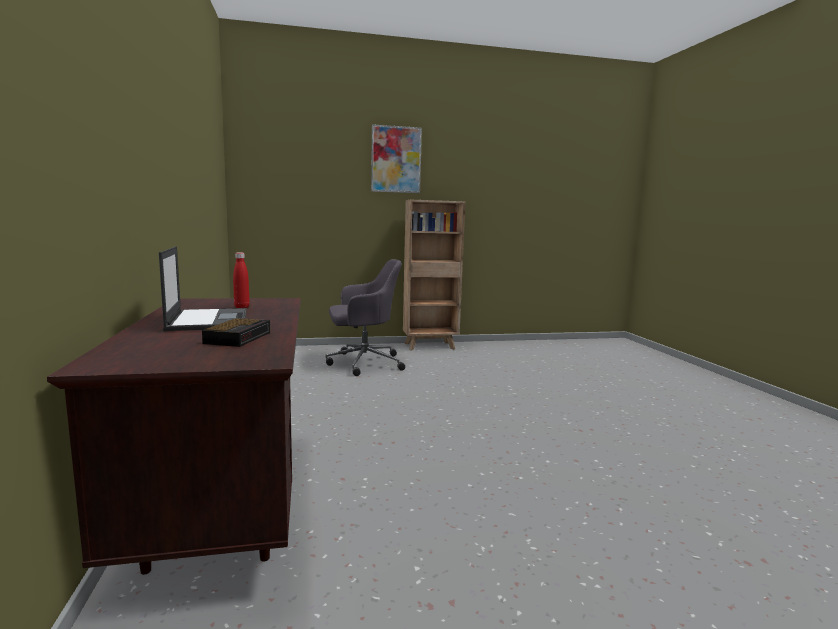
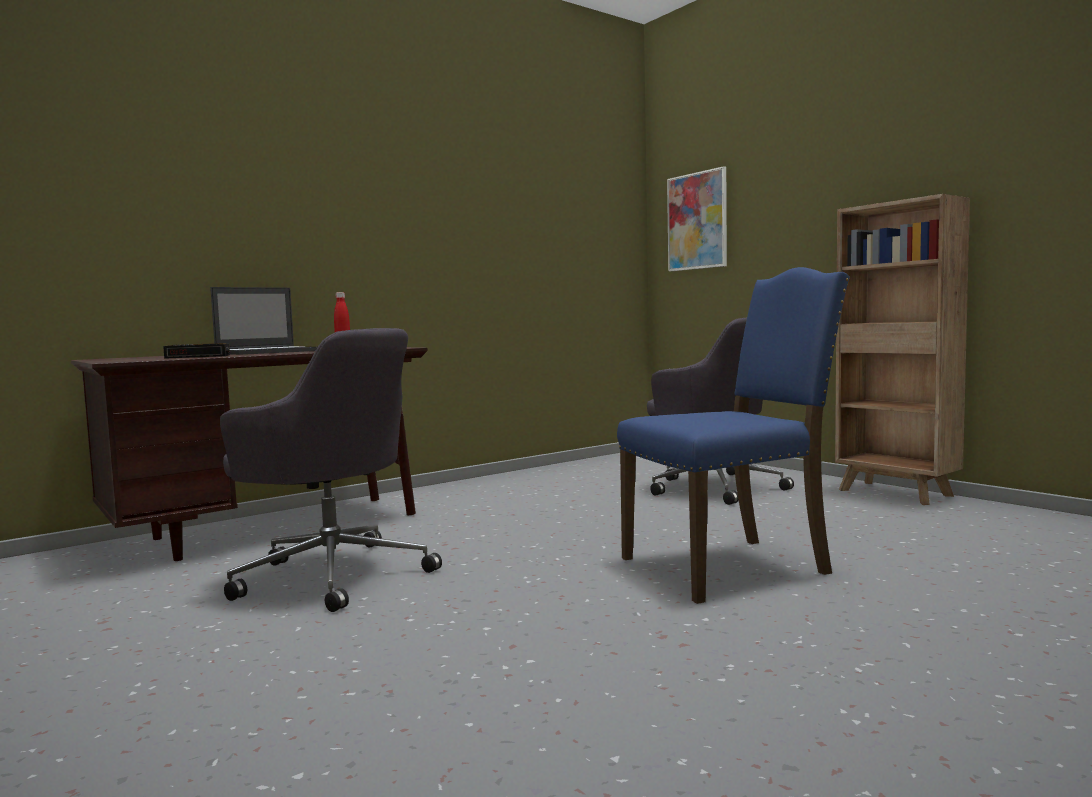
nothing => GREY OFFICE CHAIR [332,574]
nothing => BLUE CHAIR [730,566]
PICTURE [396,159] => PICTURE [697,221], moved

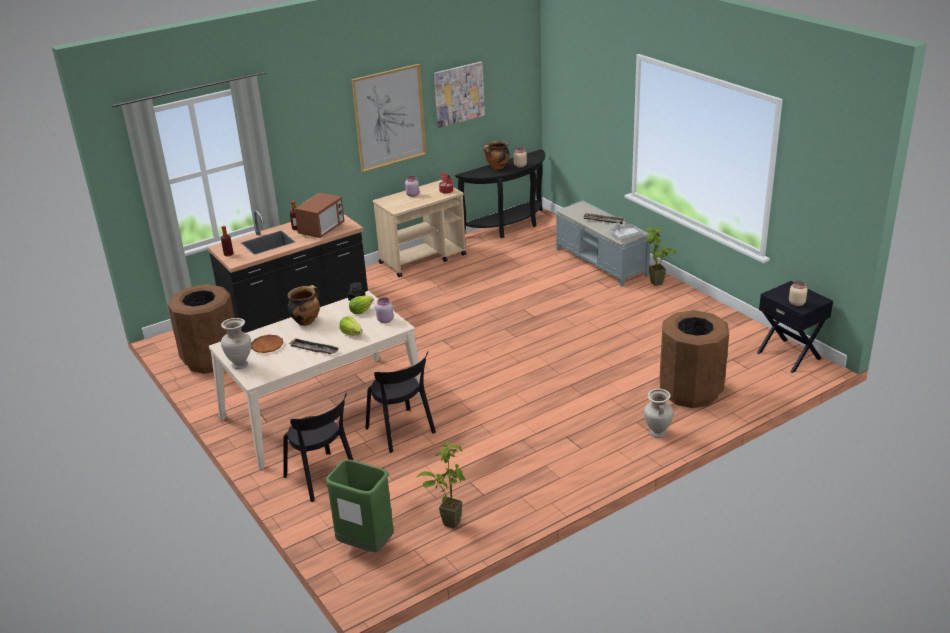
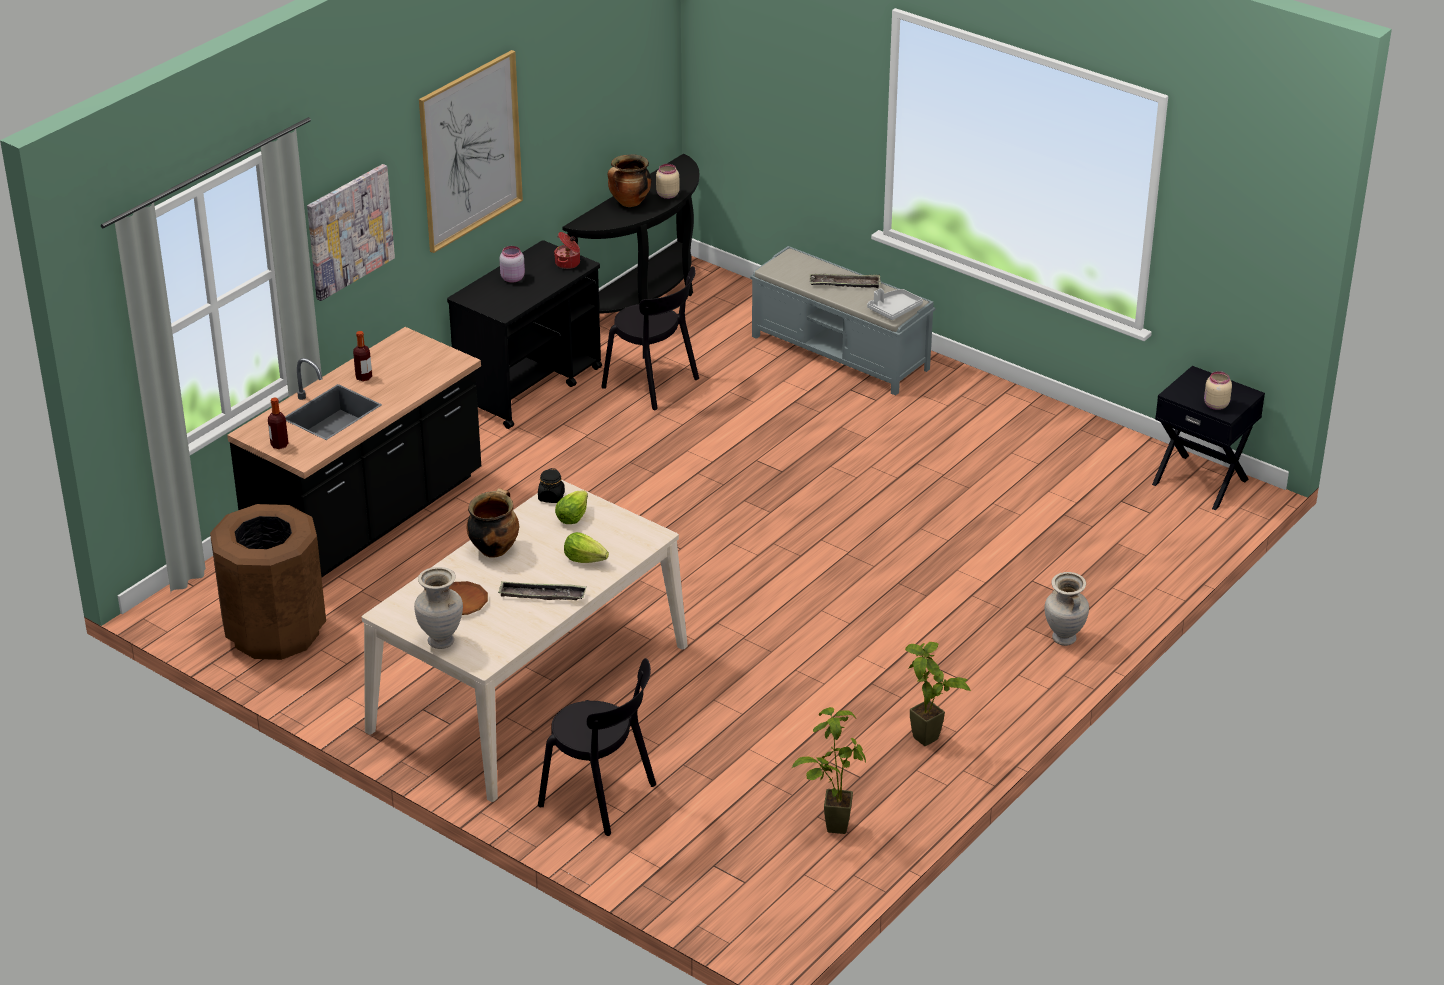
PICTURE [459,94] => PICTURE [349,231], moved
BEIGE CART [423,259] => BLACK CART [529,386]
BLACK CHAIR [402,432] => BLACK CHAIR [654,385], moved
POTTED PLANT [657,285] => POTTED PLANT [929,745], moved
MICROWAVE [322,230] => nothing
GREEN TRASH CAN [365,545] => nothing
PINK JAR [385,320] => nothing
BROWN TRASH CAN [690,392] => nothing

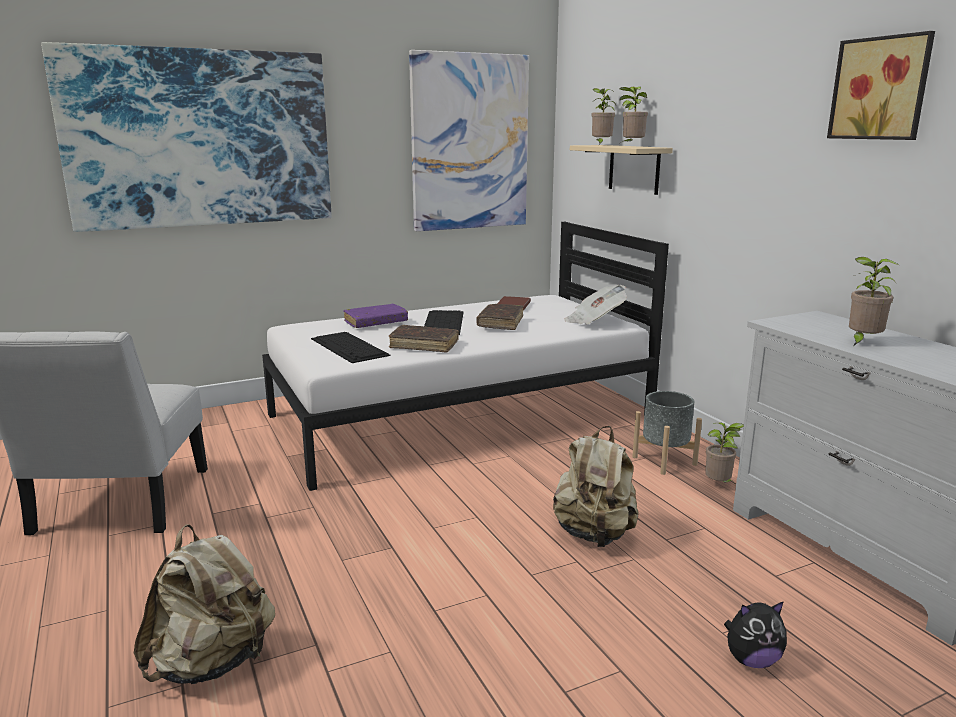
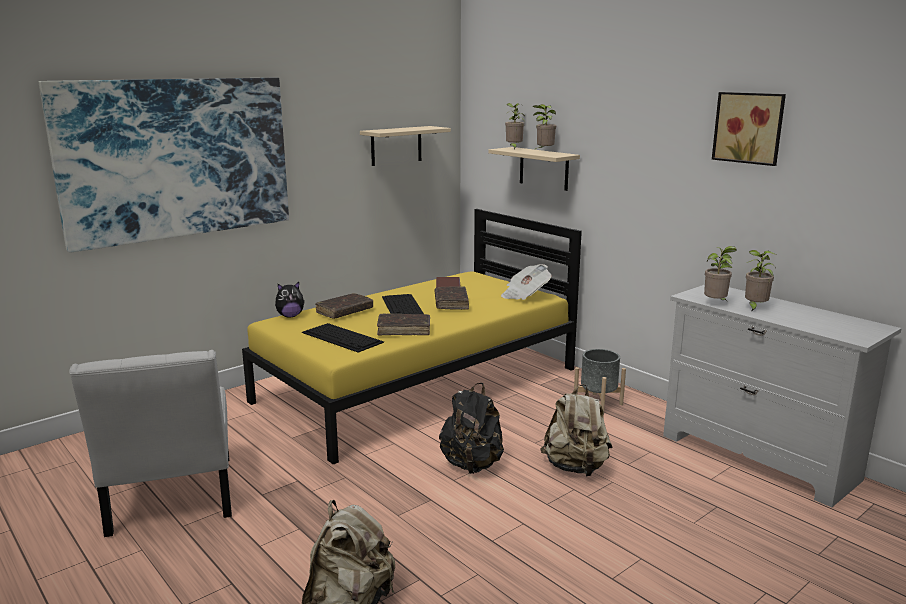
WHITE BED [460,416] => YELLOW BED [419,385]
PLUSH TOY [751,660] => PLUSH TOY [290,316], moved
PURPLE BOOK [376,322] => BROWN BOOK [344,311]
PICTURE [470,143] => BEIGE SHELF [396,145]
nothing => BLACK BACKPACK [472,465]
POTTED PLANT [719,485] => POTTED PLANT [716,304], moved

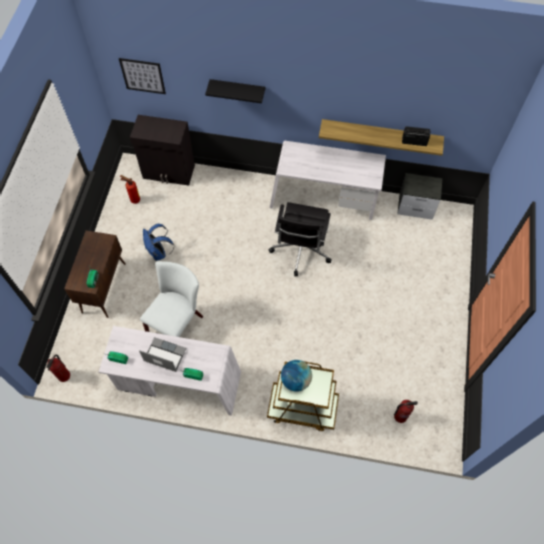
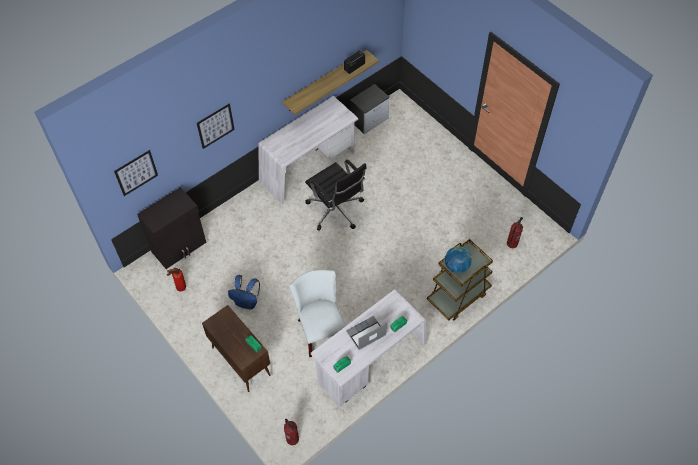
BLACK SHELF [237,90] => PICTURE [215,126]

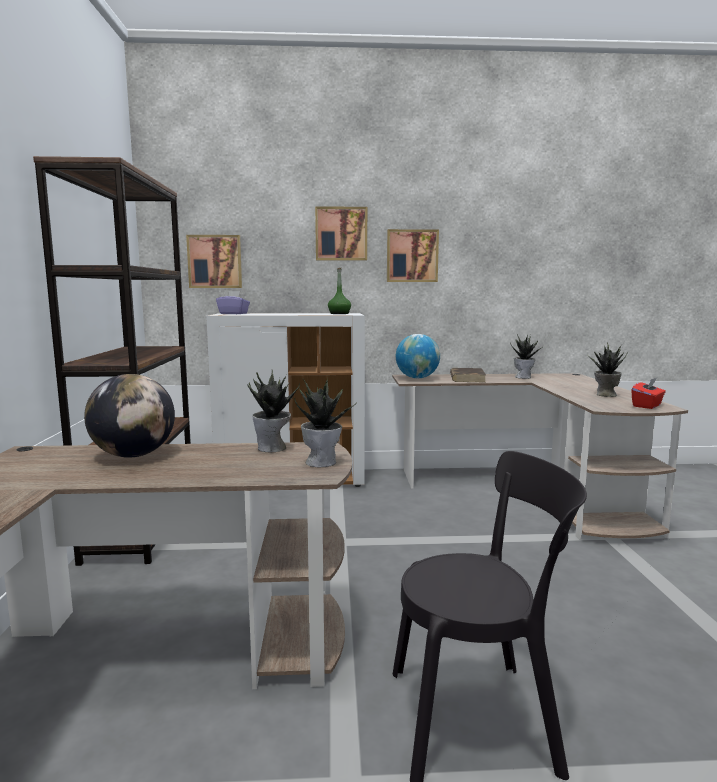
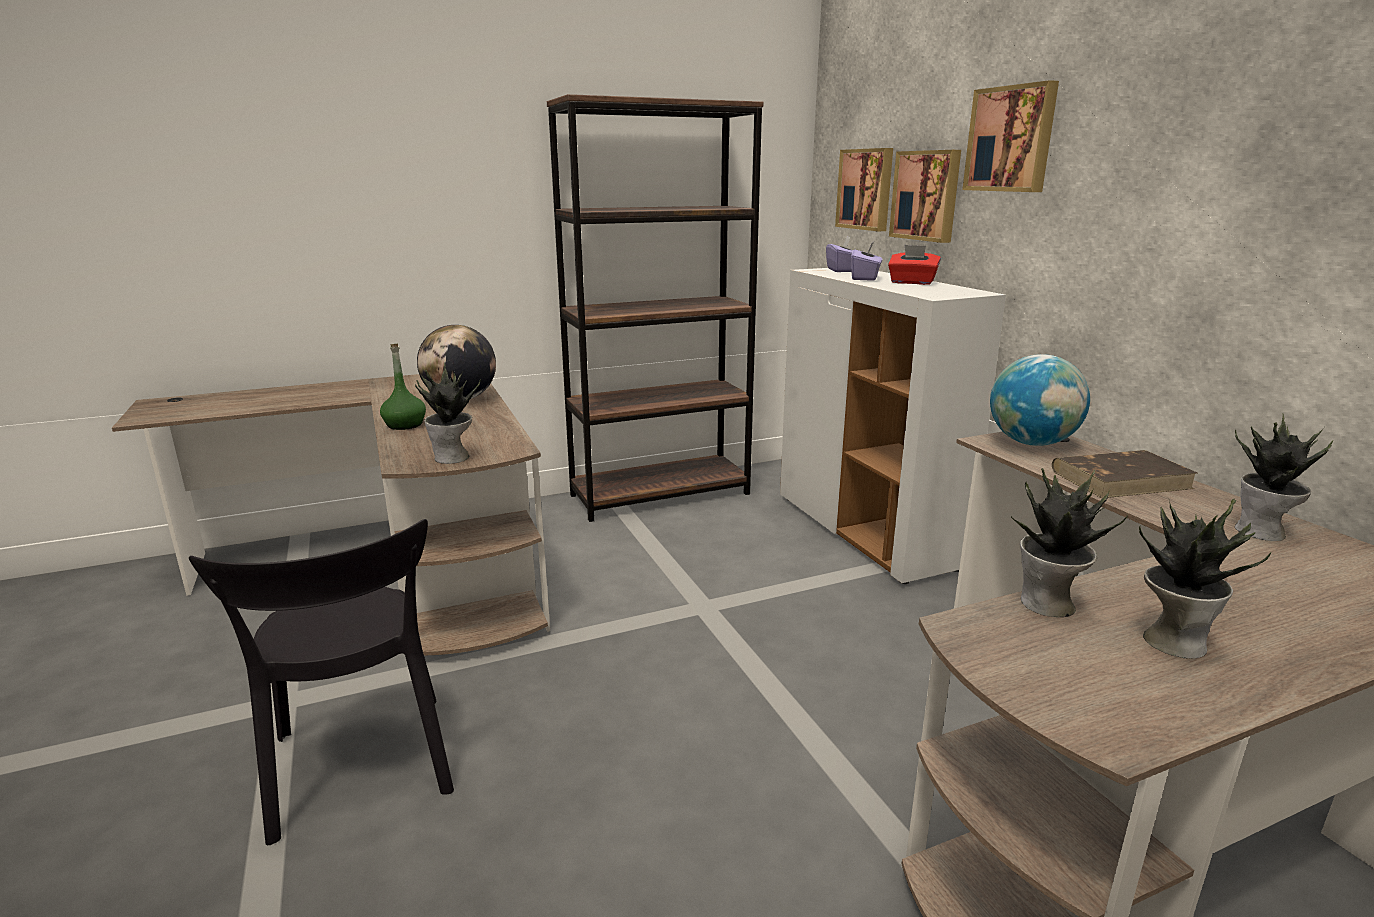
GREEN BOTTLE [339,313] => GREEN BOTTLE [404,425], moved
nothing => PURPLE TISSUE BOX [865,278]
RED TISSUE BOX [647,406] => RED TISSUE BOX [912,282], moved
PICTURE [412,256] => PICTURE [927,195], moved
POTTED PLANT [272,448] => POTTED PLANT [1047,605], moved

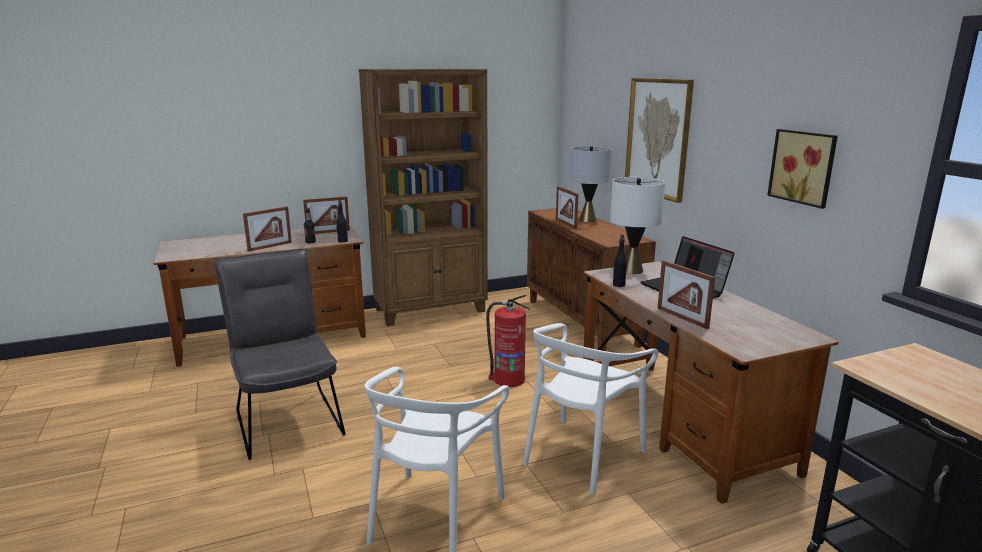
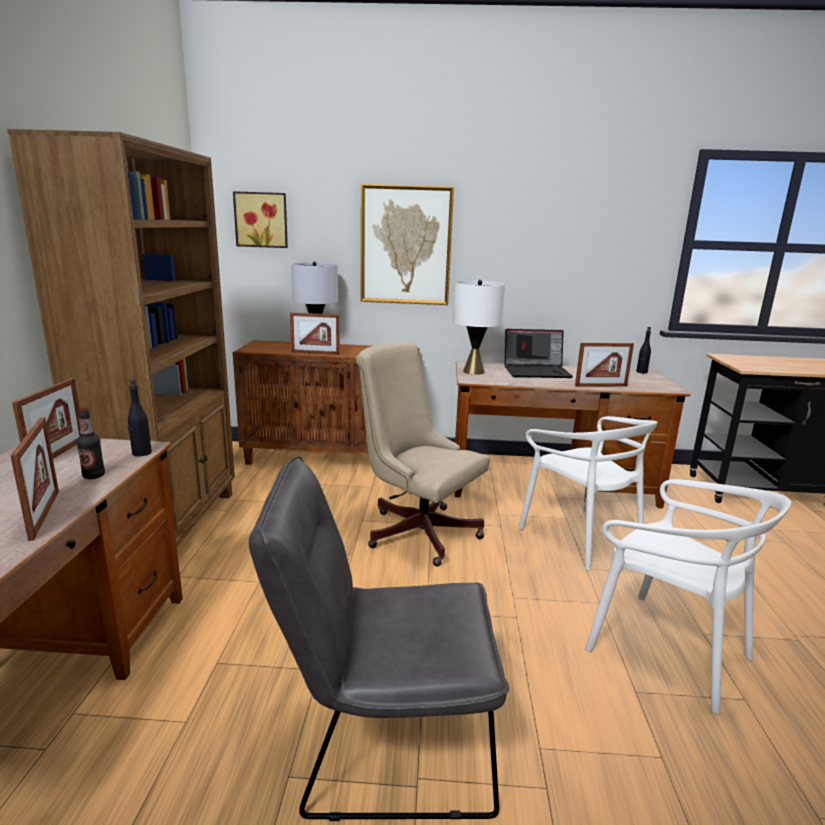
PICTURE [804,167] => PICTURE [261,220], moved
FIRE EXTINGUISHER [508,379] => BEIGE OFFICE CHAIR [417,530]
BLACK BOTTLE [618,285] => BLACK BOTTLE [641,372], moved

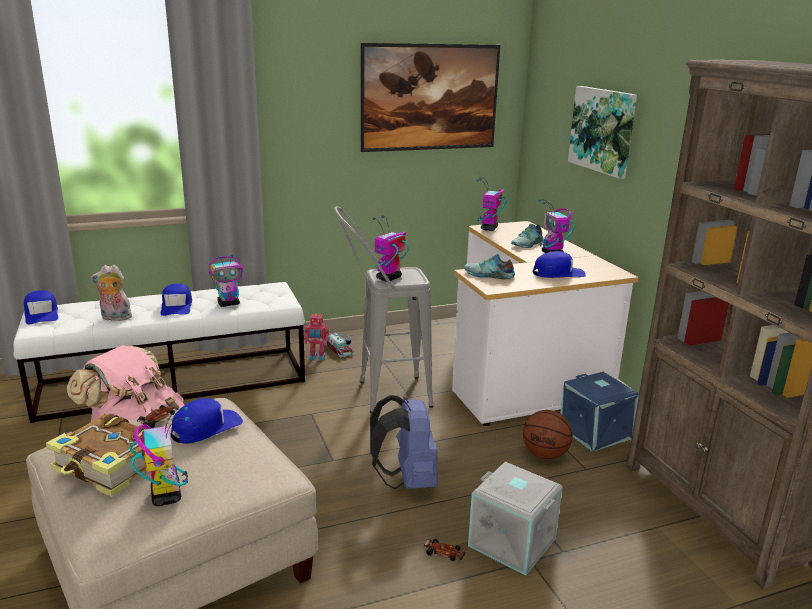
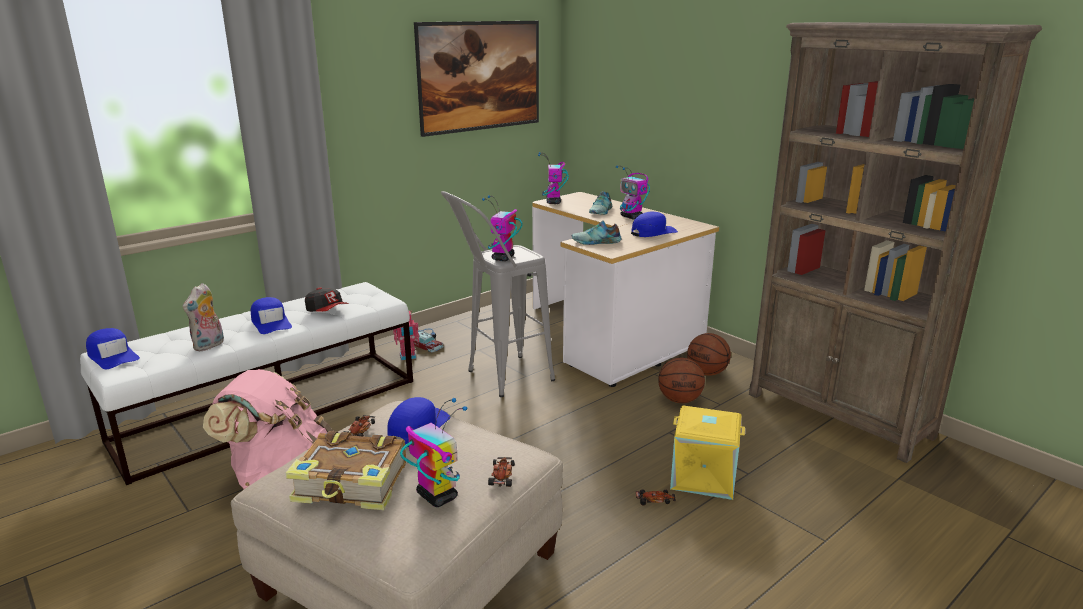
PLUSH TOY [115,318] => PLUSH TOY [209,346], 45 degrees counterclockwise
TOY ROBOT [229,304] => CAP [327,311]
nothing => TOY CAR [502,476]
GREY STORAGE BOX [513,541] => YELLOW STORAGE BOX [704,476]
BLUE STORAGE BOX [595,432] => BASKETBALL [707,373]
BLUE BACKPACK [407,481] => nothing
PICTURE [603,130] => nothing

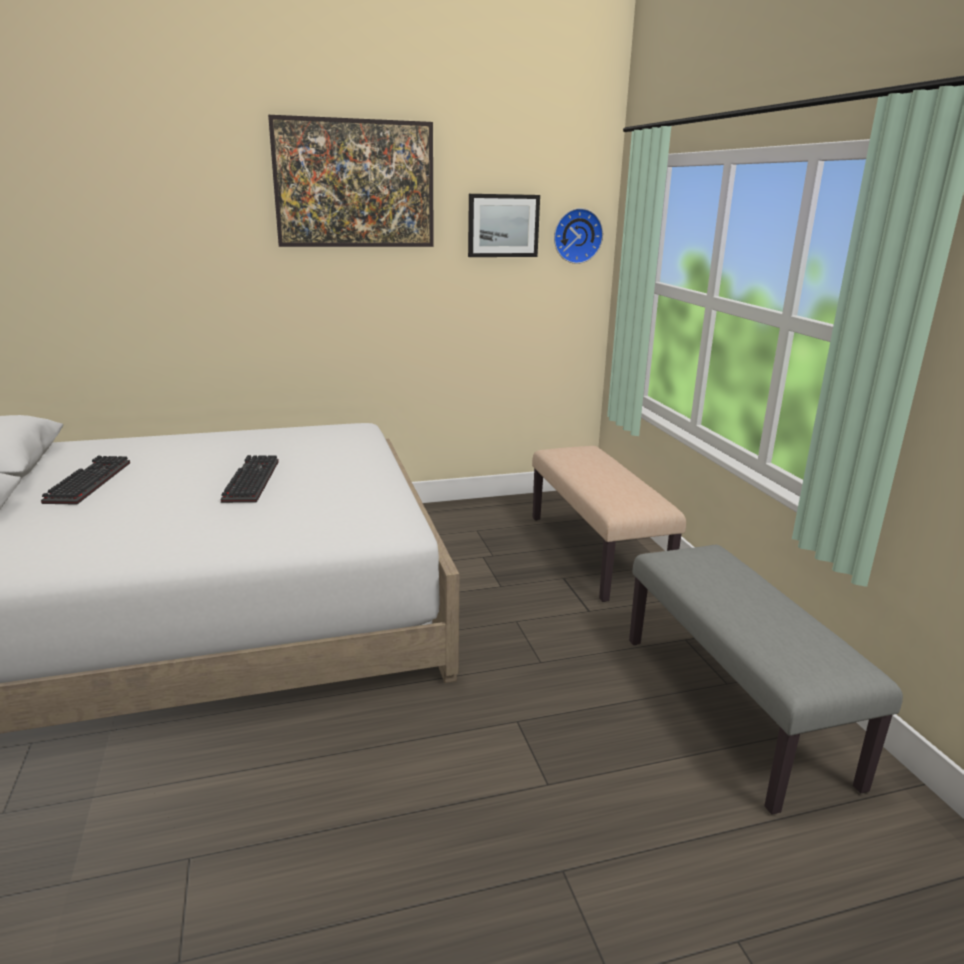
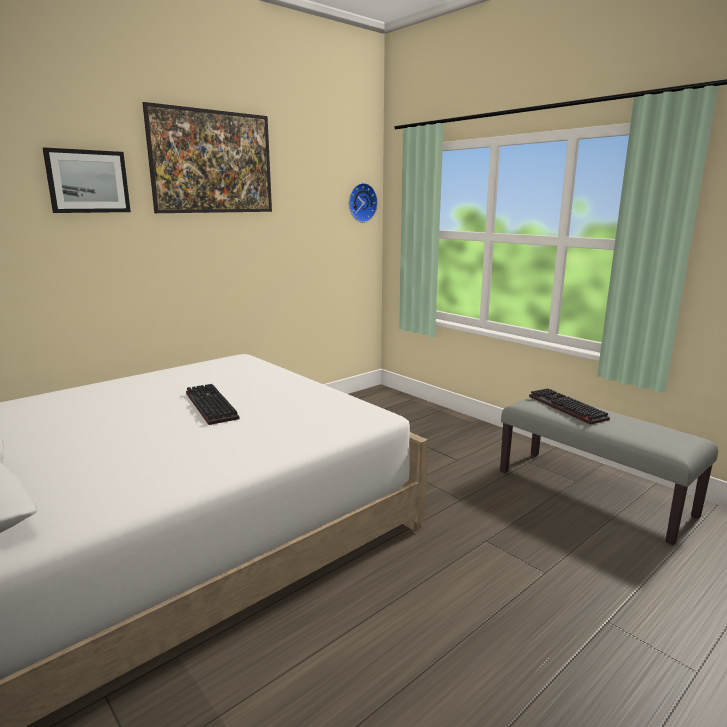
PICTURE [503,225] => PICTURE [88,181], moved
KEYBOARD [87,481] => KEYBOARD [564,407], moved
BEIGE BENCH [597,552] => nothing

